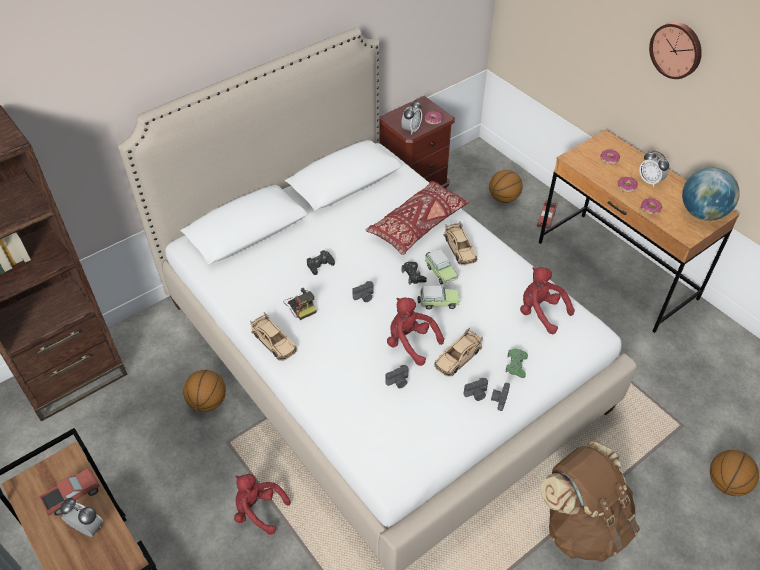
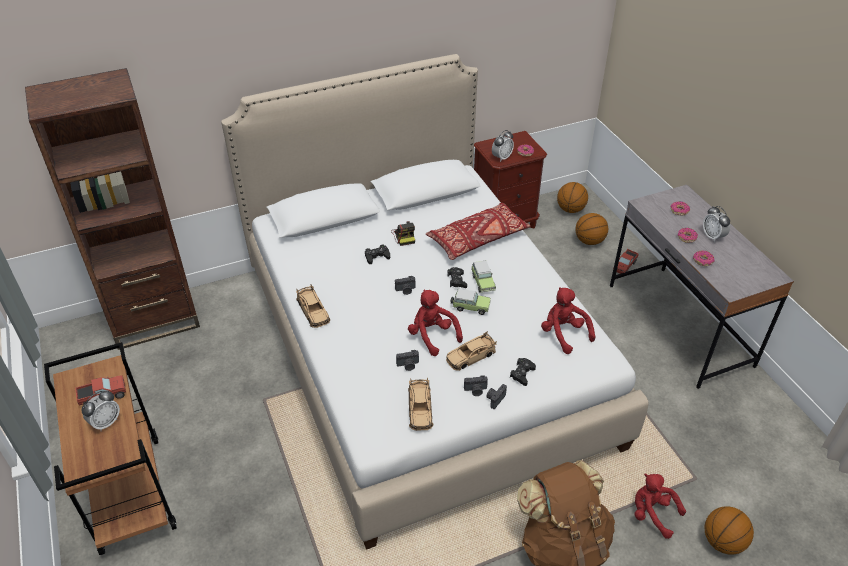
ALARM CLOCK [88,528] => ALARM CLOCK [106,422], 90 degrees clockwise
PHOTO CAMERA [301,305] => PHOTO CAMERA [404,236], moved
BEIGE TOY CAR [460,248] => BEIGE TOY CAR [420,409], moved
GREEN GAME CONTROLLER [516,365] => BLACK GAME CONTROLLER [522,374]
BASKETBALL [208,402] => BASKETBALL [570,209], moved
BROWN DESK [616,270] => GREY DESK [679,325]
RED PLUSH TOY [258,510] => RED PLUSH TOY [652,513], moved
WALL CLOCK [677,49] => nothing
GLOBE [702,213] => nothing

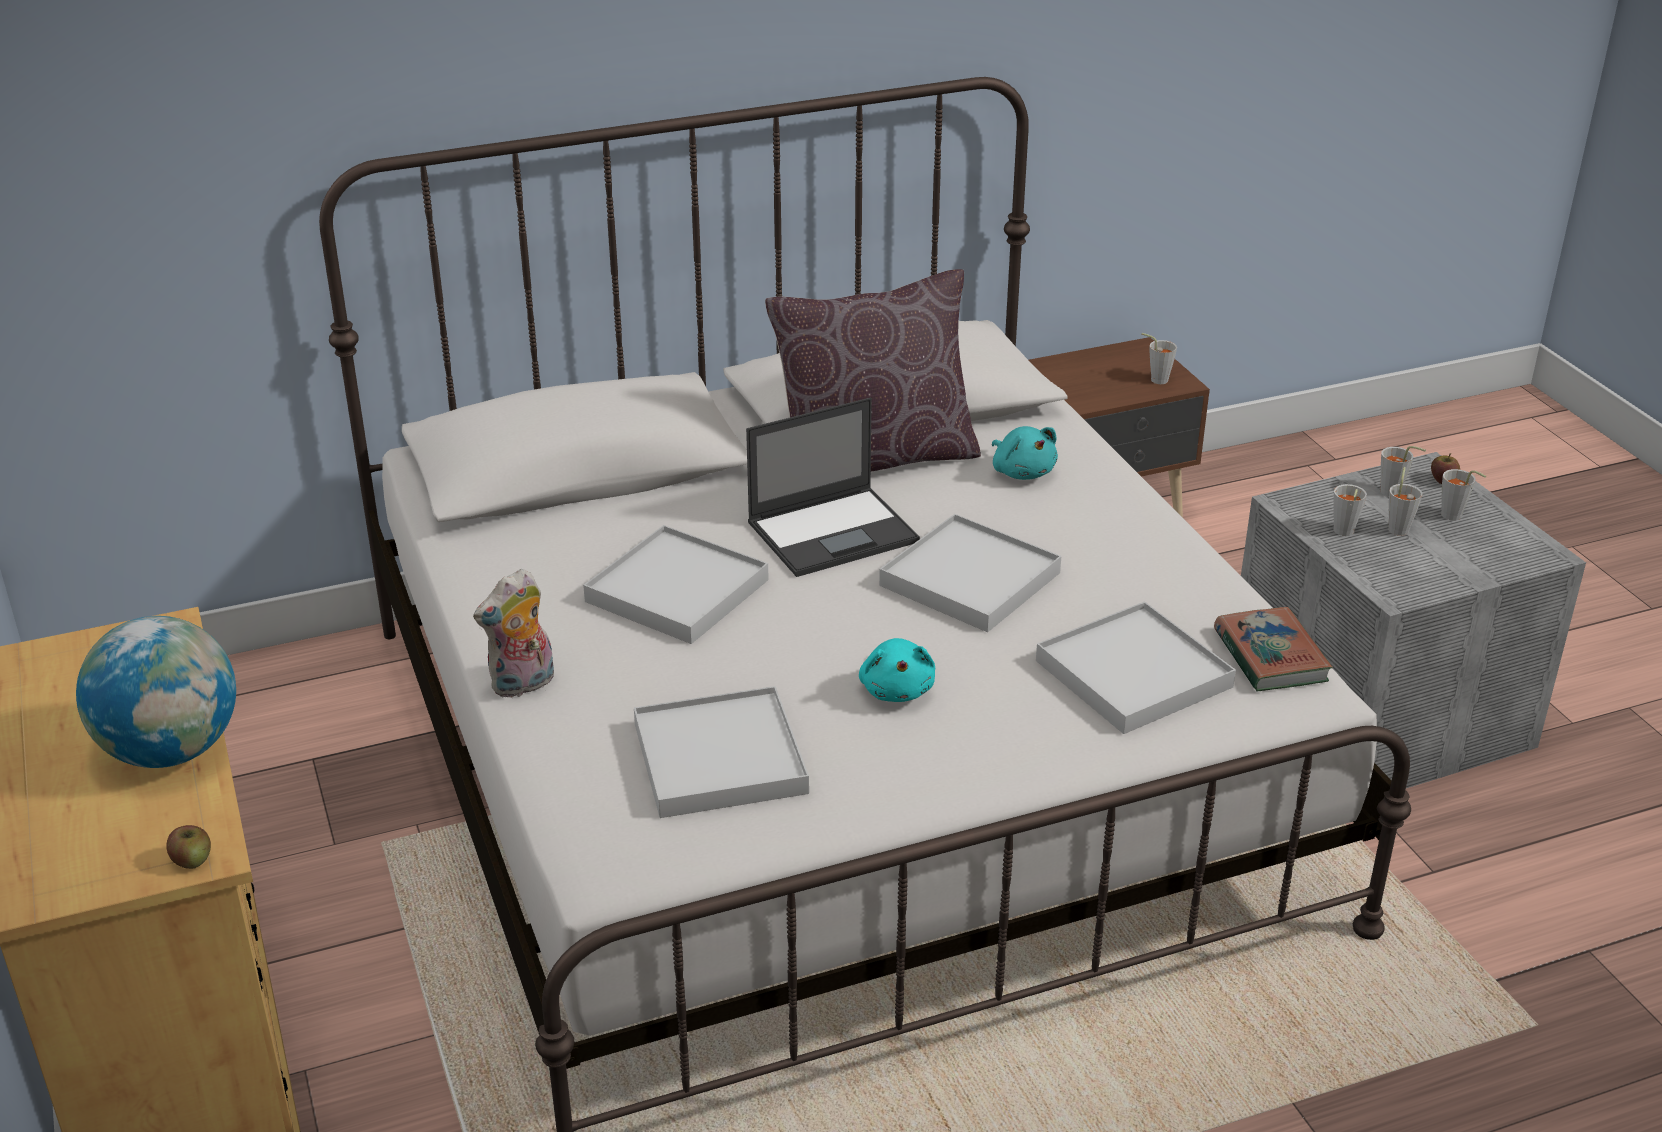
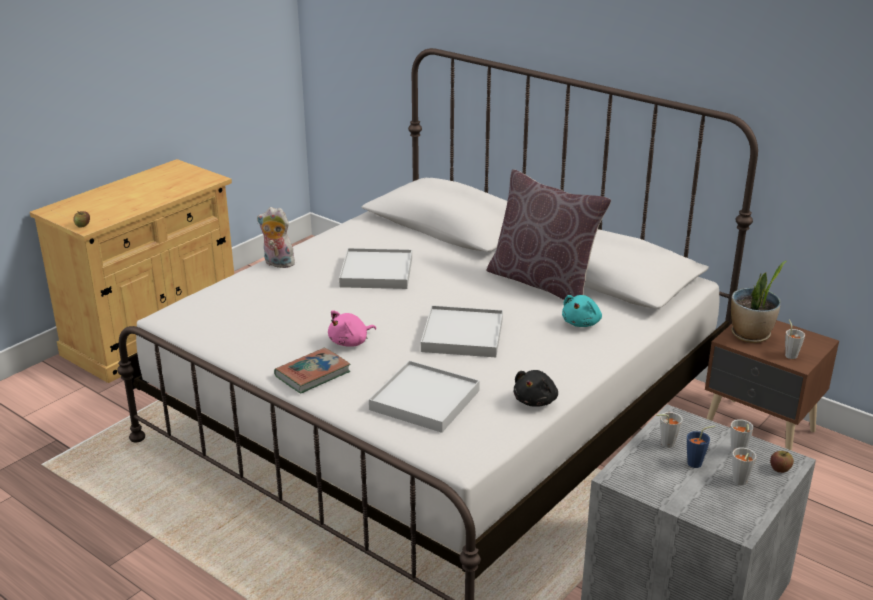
BOOK [1270,656] => BOOK [312,374], moved
TURQUOISE PLUSH TOY [897,689] => PINK PLUSH TOY [350,342]
nothing => BLACK PLUSH TOY [536,401]
GREY CUP [1399,527] => BLUE CUP [698,463]
nothing => POTTED PLANT [750,335]
GLOBE [172,751] => nothing
WHITE TRAY [719,758] => nothing
LAPTOP [834,531] => nothing

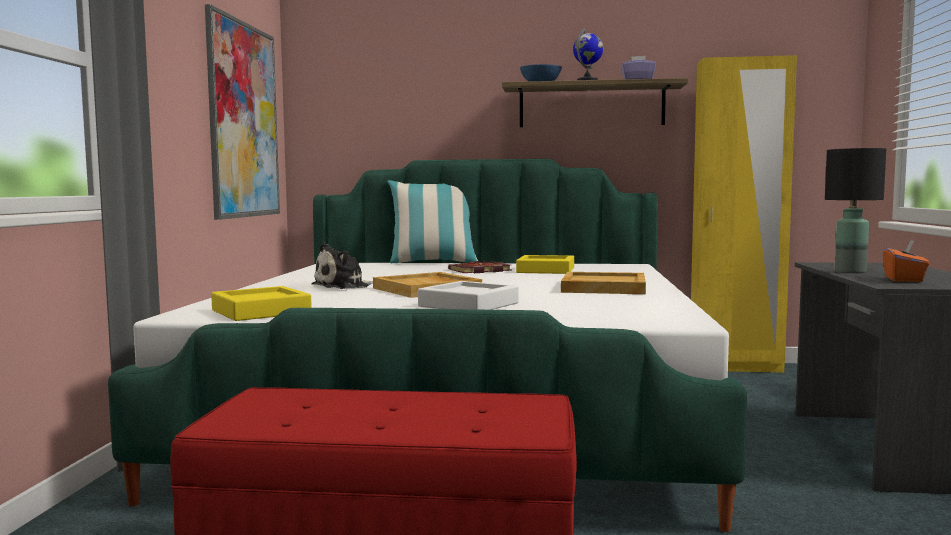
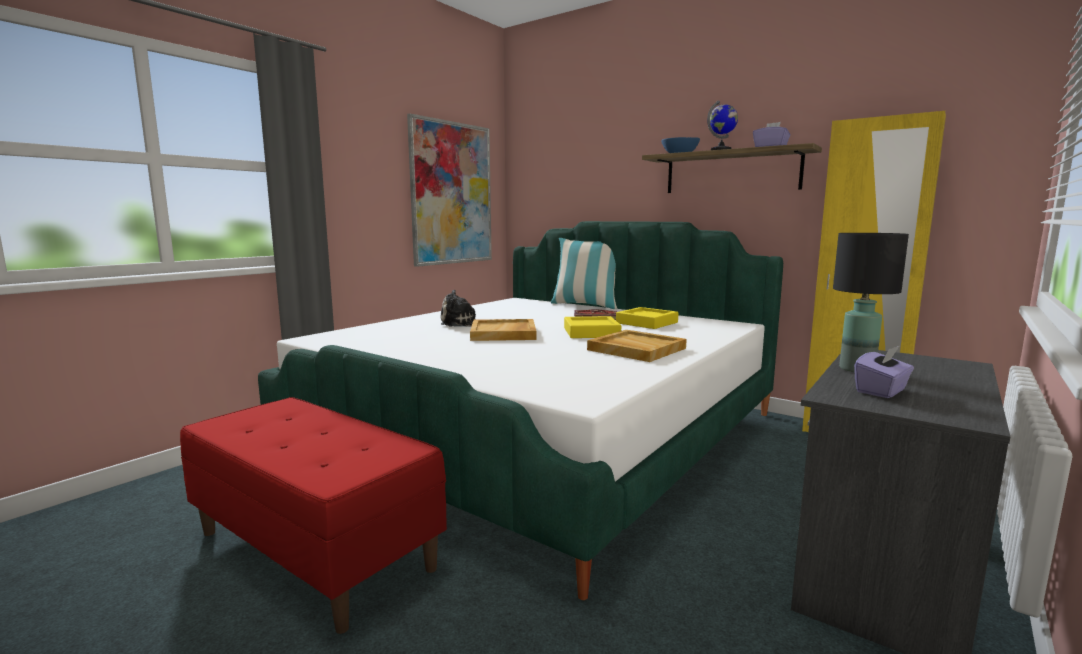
YELLOW TRAY [261,311] => YELLOW TRAY [591,332], moved
ORANGE TISSUE BOX [904,279] => PURPLE TISSUE BOX [881,391]
WHITE TRAY [468,305] => nothing

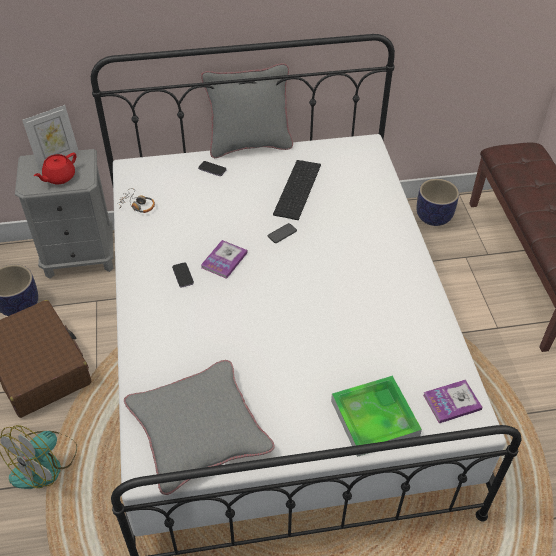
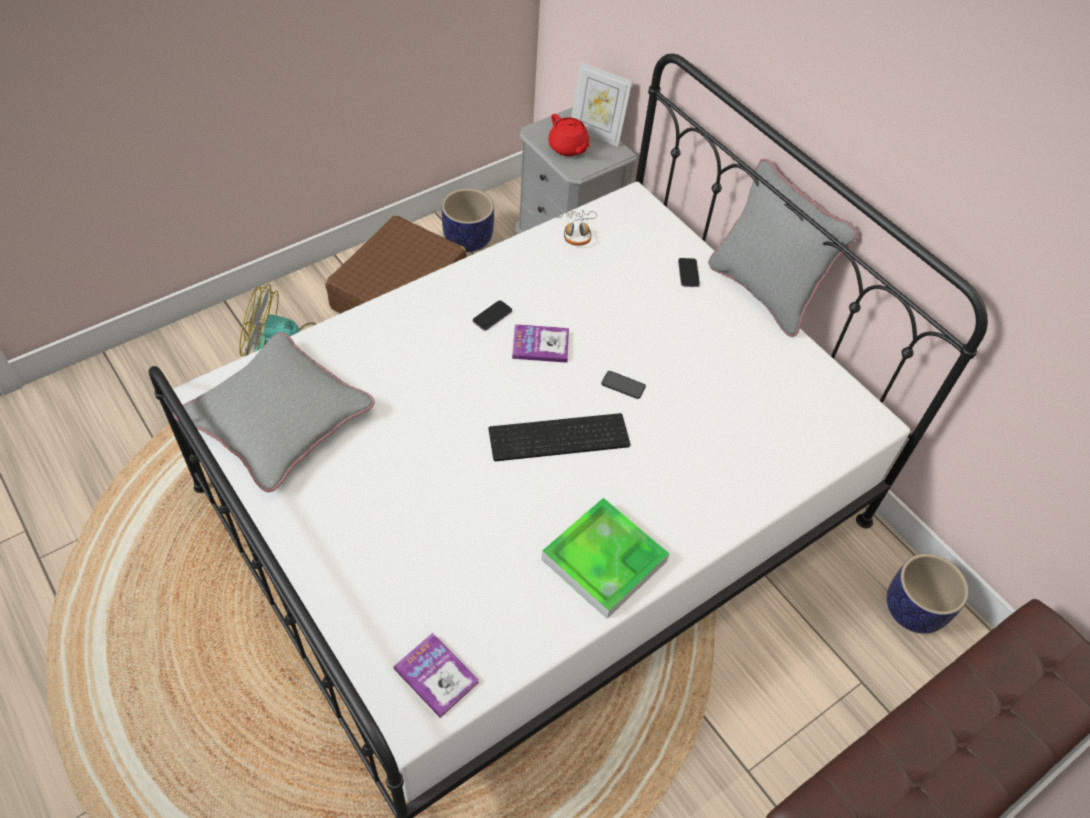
KEYBOARD [299,190] => KEYBOARD [558,439], moved
TRAY [374,418] => TRAY [604,560], moved
RED TEAPOT [59,177] => RED TEAPOT [568,148], 135 degrees counterclockwise

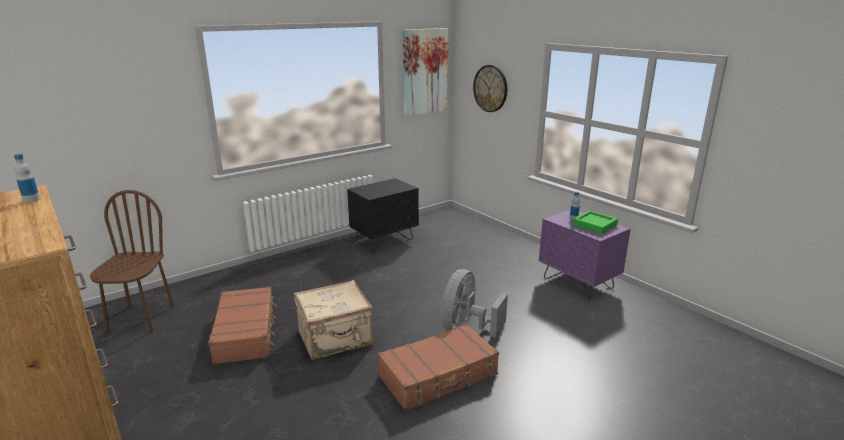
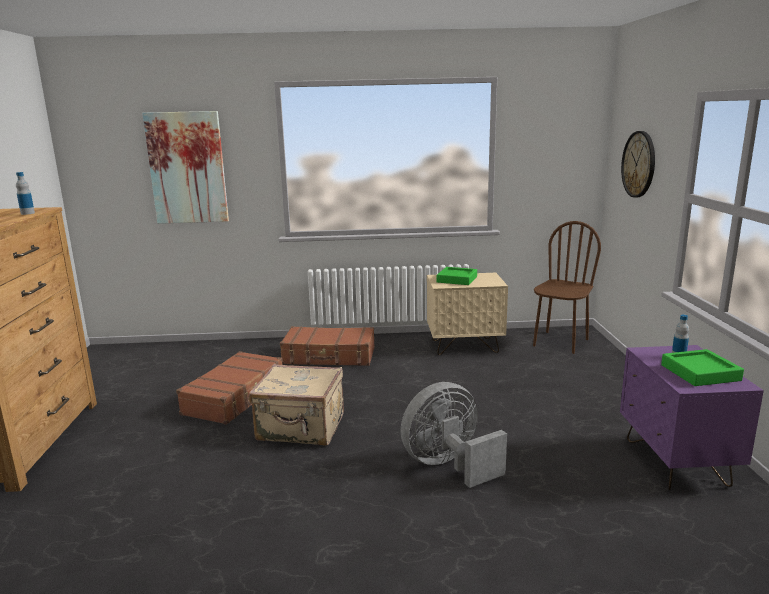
PICTURE [425,72] => PICTURE [187,168], moved
BROWN SUITCASE [439,376] => BROWN SUITCASE [329,356], moved
BLACK NIGHTSTAND [384,240] => BEIGE NIGHTSTAND [465,346]
nothing => GREEN TRAY [457,279]
BROWN CHAIR [141,319] => BROWN CHAIR [560,342], moved

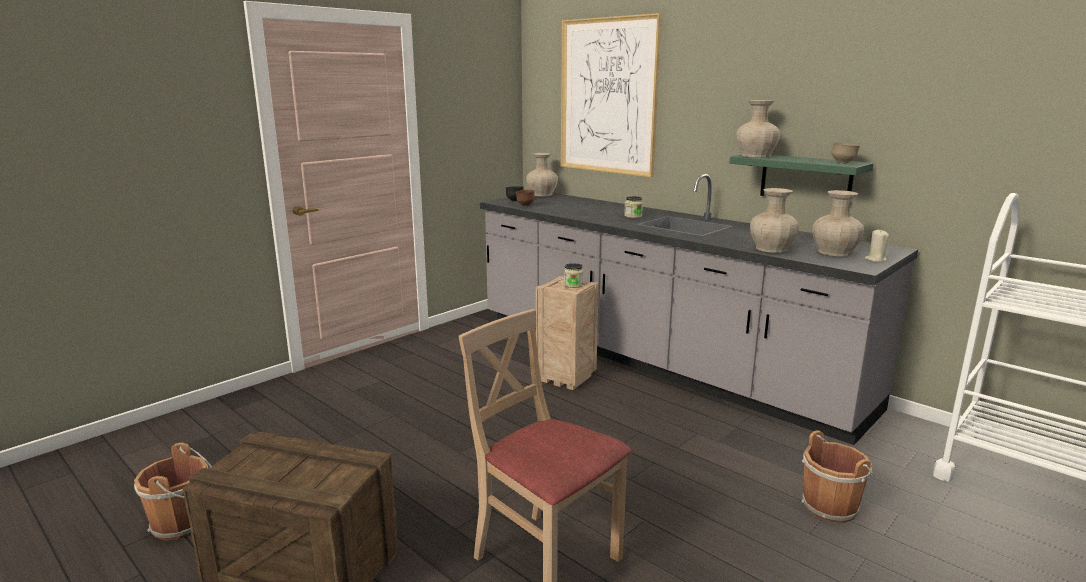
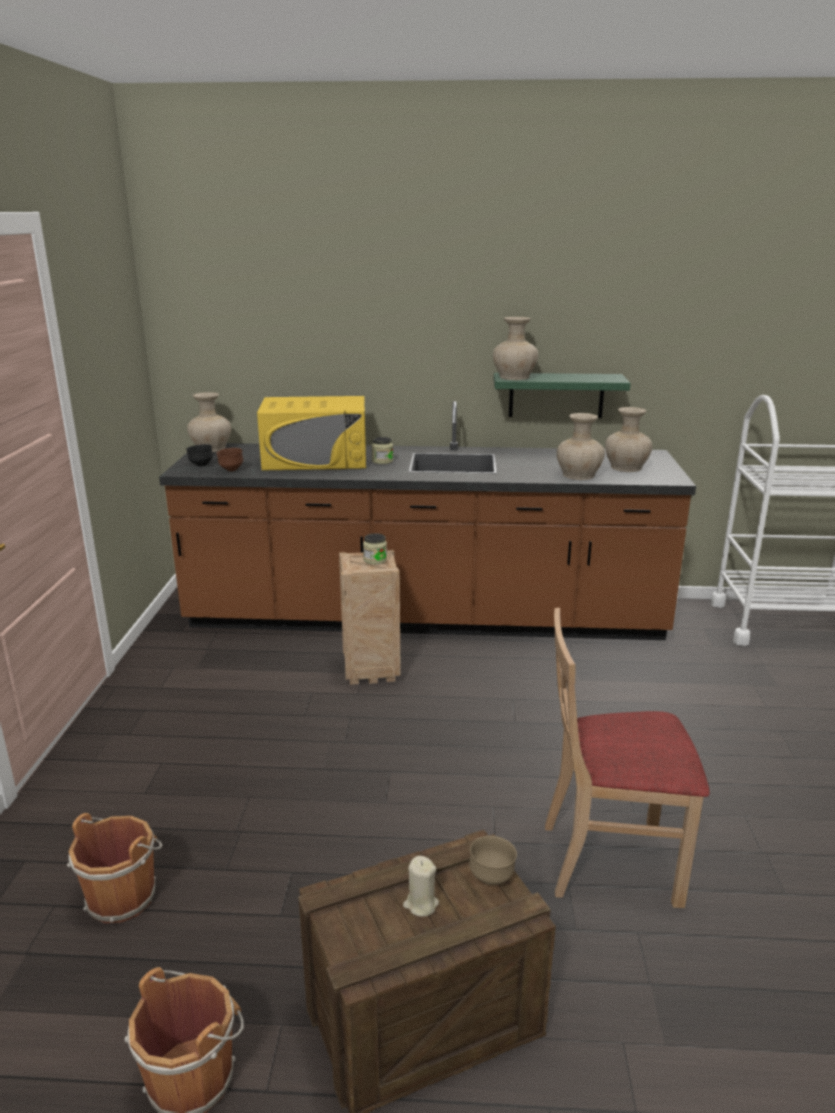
BROWN BUCKET [831,506] => BROWN BUCKET [123,895], moved
GREY COUNTER [656,360] => BROWN COUNTER [425,617]
nothing => YELLOW MICROWAVE [316,459]
BEIGE CANDLE [875,260] => BEIGE CANDLE [421,904], moved
BROWN BOWL [843,163] => BROWN BOWL [491,878], moved
PICTURE [608,96] => nothing

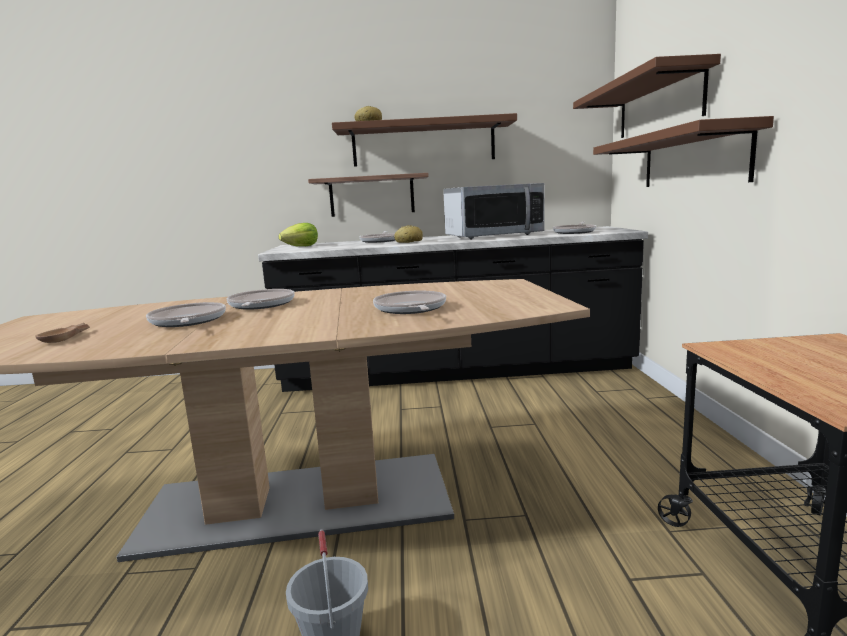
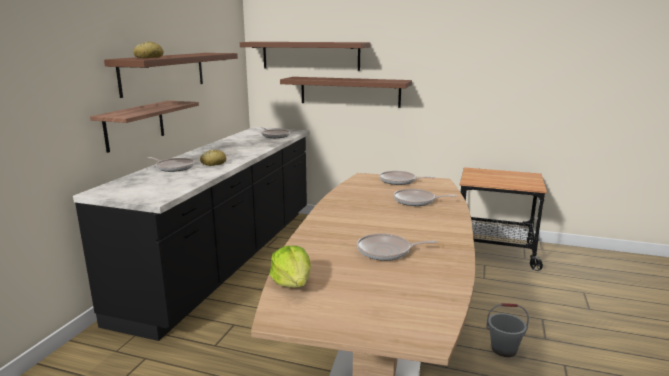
LETTUCE [301,246] => LETTUCE [292,283], moved
FRYING PAN [260,305] => FRYING PAN [399,181], moved
BROWN BOWL [67,337] => nothing
MICROWAVE [493,236] => nothing

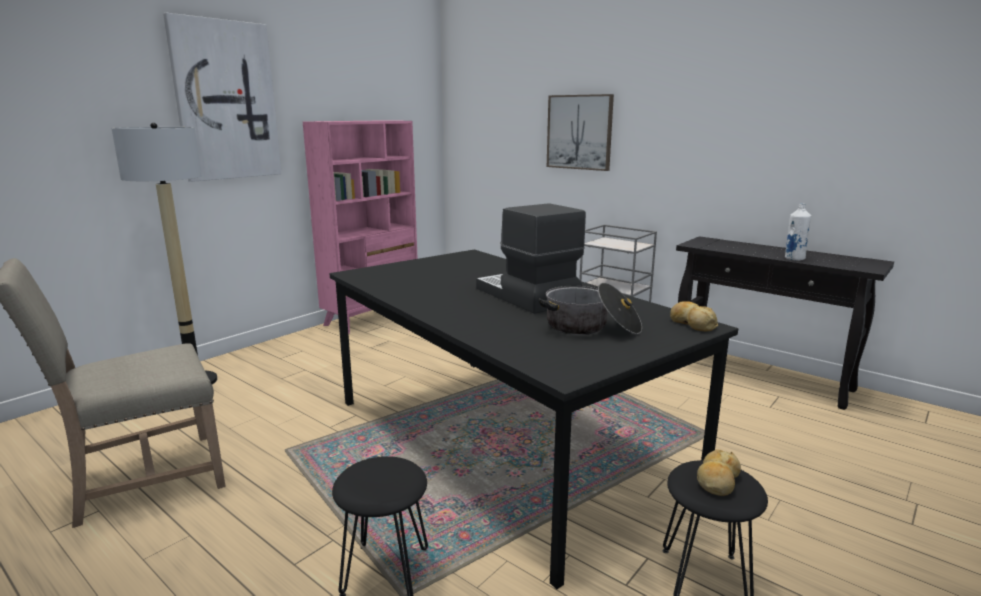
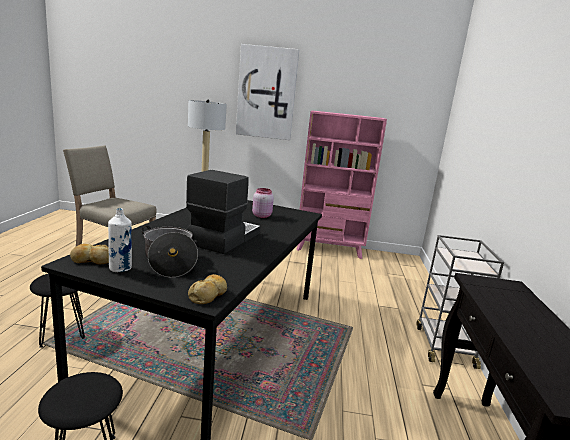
BREAD [717,481] => BREAD [91,260], moved
WHITE BOTTLE [794,259] => WHITE BOTTLE [120,269], moved
nothing => PINK JAR [262,215]
PICTURE [579,132] => nothing

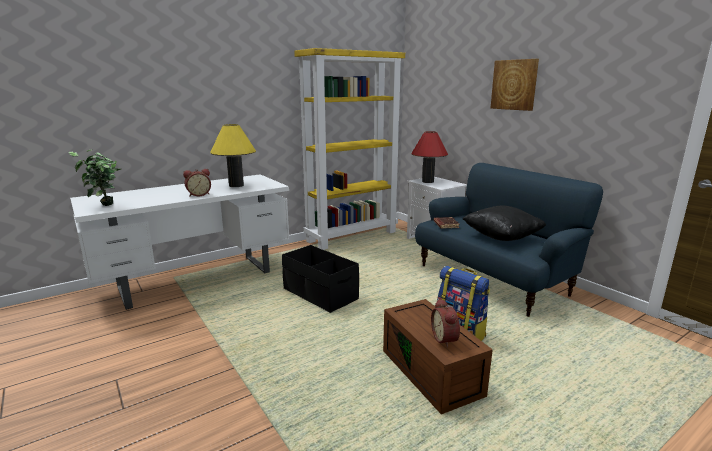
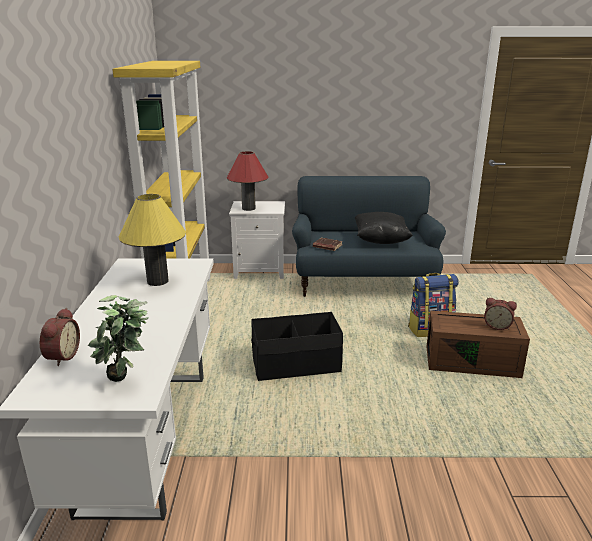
ALARM CLOCK [198,194] => ALARM CLOCK [61,356], moved
PICTURE [514,85] => nothing

